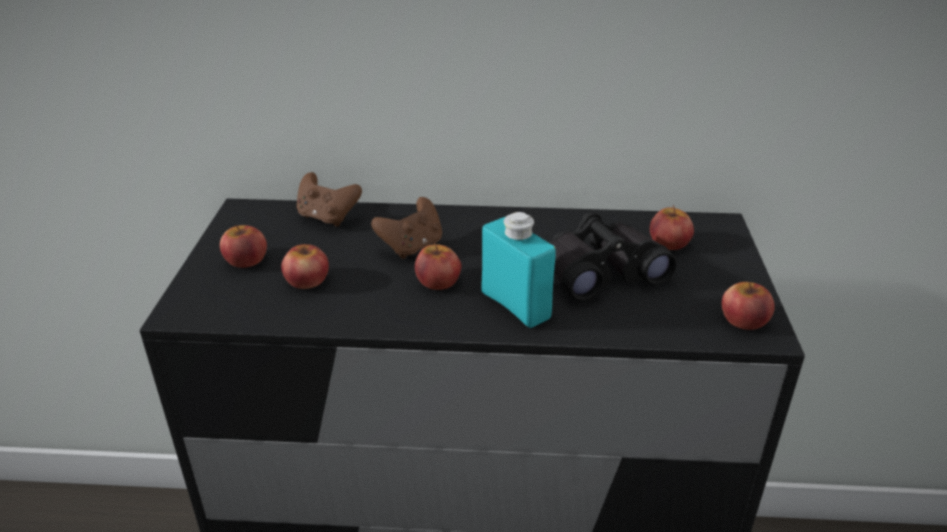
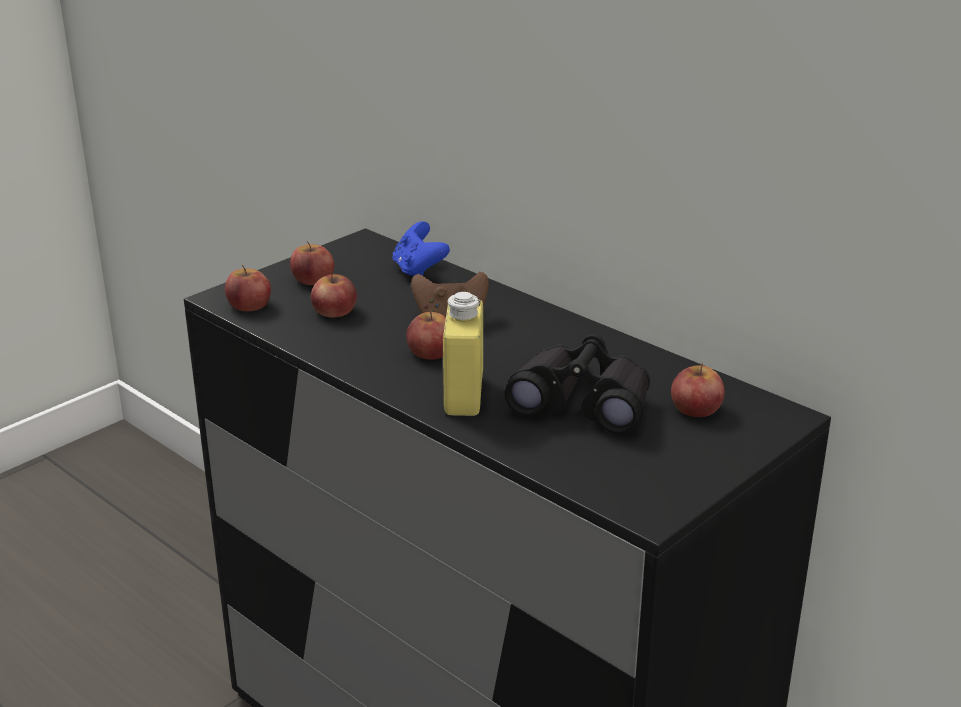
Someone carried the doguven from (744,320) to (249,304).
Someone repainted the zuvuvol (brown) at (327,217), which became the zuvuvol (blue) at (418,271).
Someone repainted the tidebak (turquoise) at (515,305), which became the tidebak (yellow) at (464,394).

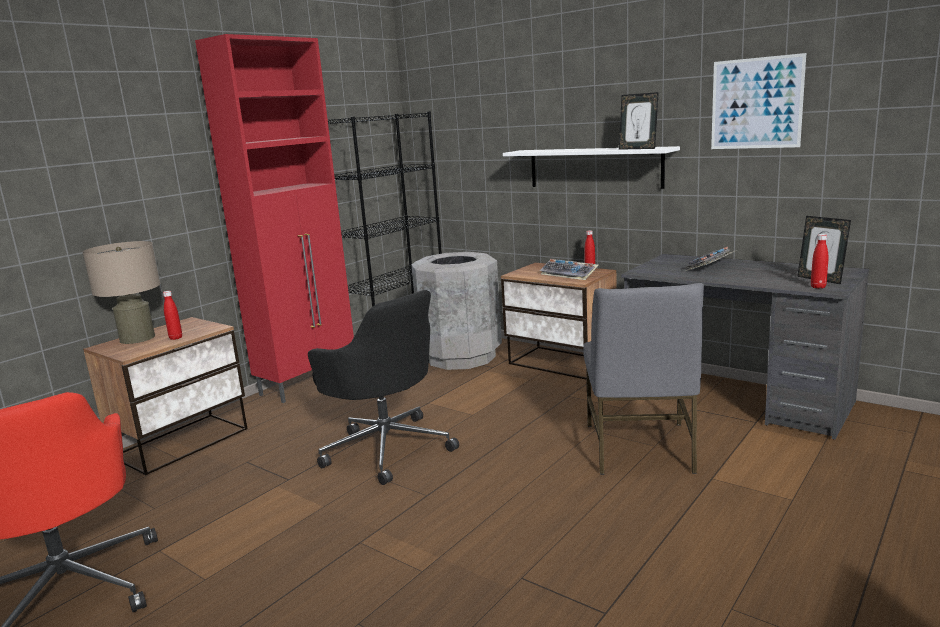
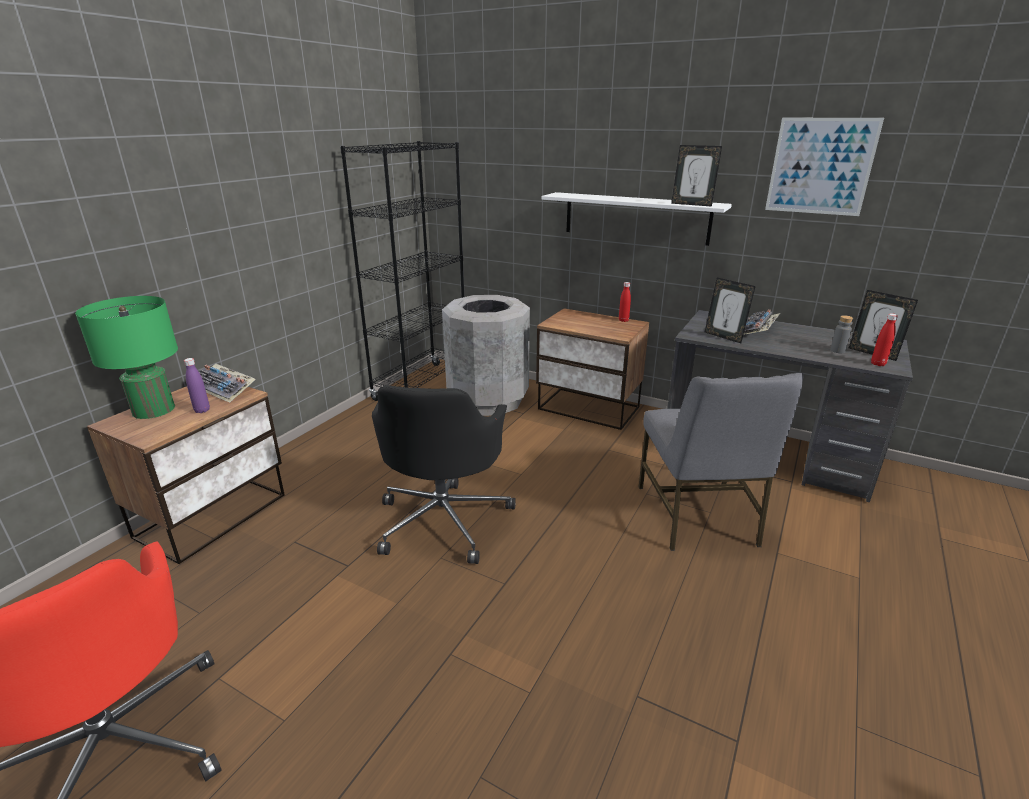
Someone repainted the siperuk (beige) at (137,338), which became the siperuk (green) at (153,410).
Someone repainted the tidebak (red) at (176,338), which became the tidebak (purple) at (202,410).
Someone carried the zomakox from (570,274) to (224,388).
Someone rotated the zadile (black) at (387,448) by 60 degrees clockwise.
Someone put down the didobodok at (724,337).
Someone put down the tidebak (grey) at (837,351).
Someone took away the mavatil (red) at (309,383).

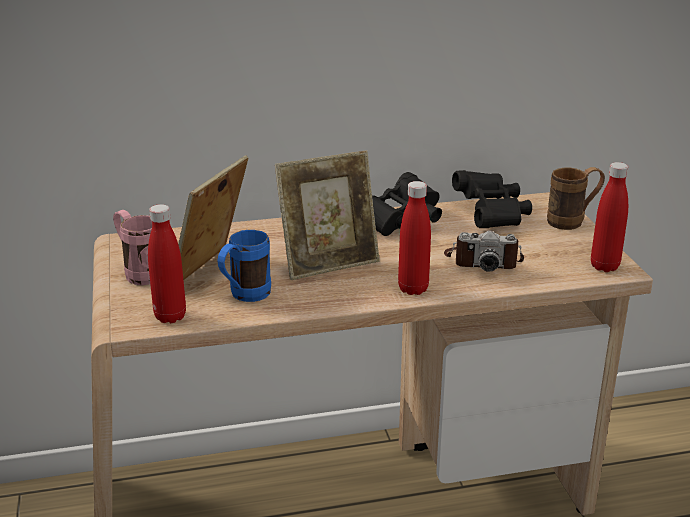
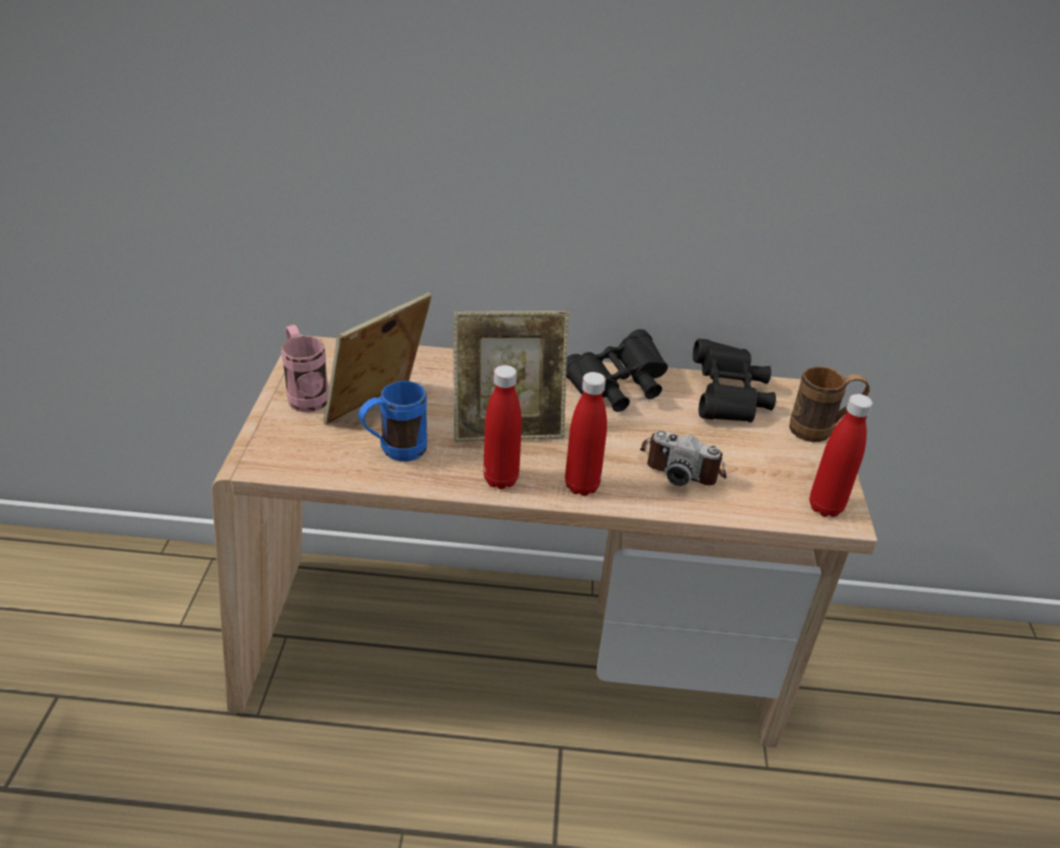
Someone carried the tidebak (red) from (170,316) to (501,479).

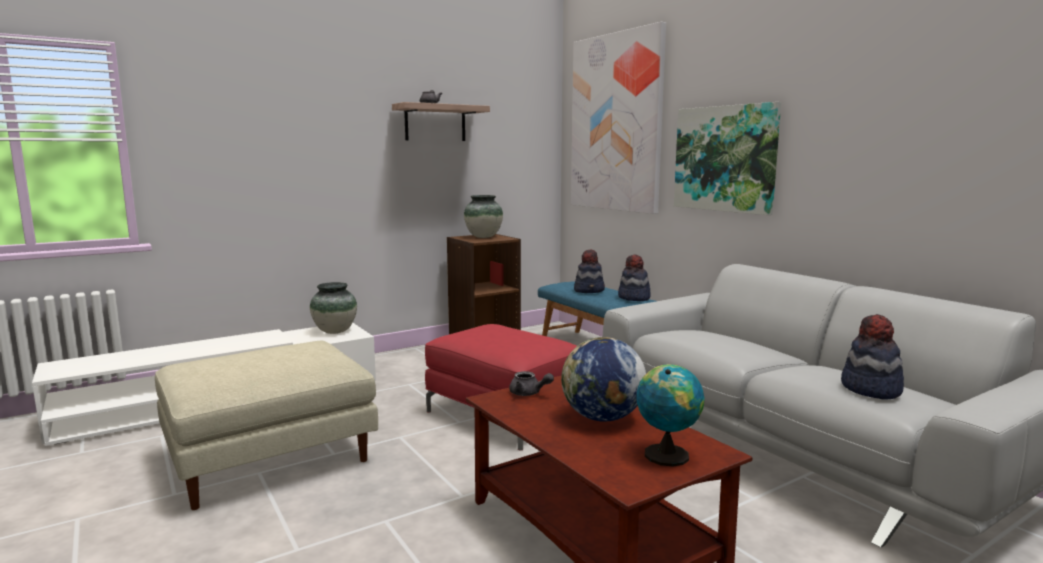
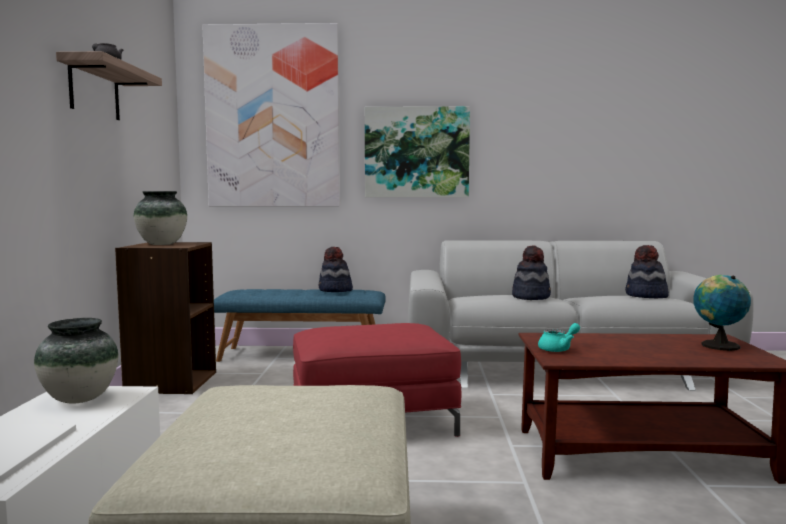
Someone carried the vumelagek from (589,290) to (531,297).
Someone repainted the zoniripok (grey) at (528,393), which became the zoniripok (turquoise) at (558,349).
Someone took away the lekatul at (602,418).

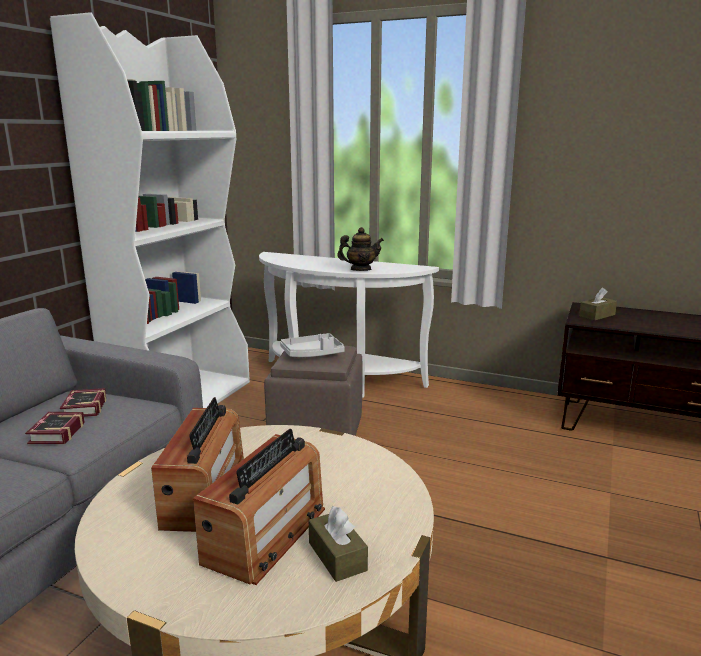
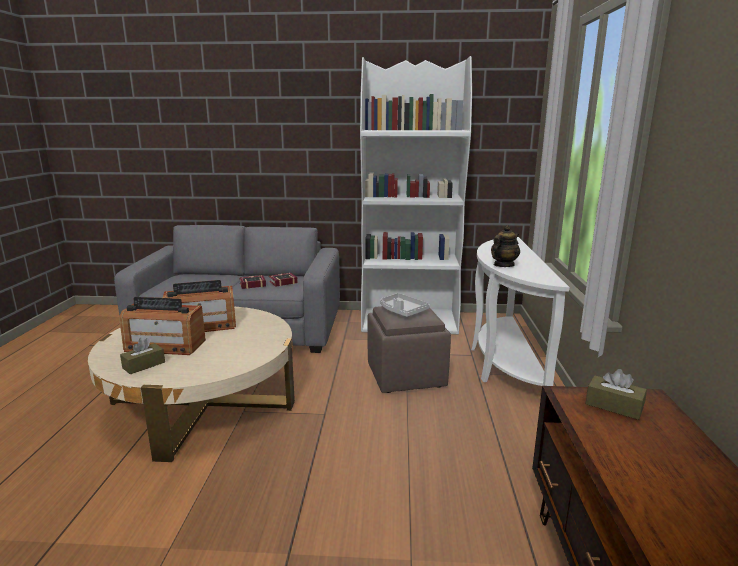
Someone rotated the zoniripok at (360,269) by 105 degrees counterclockwise.

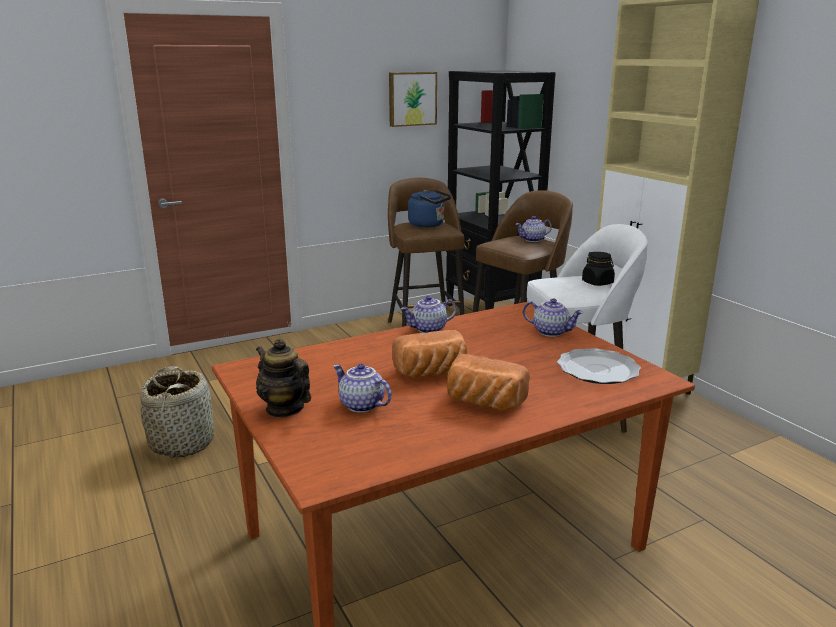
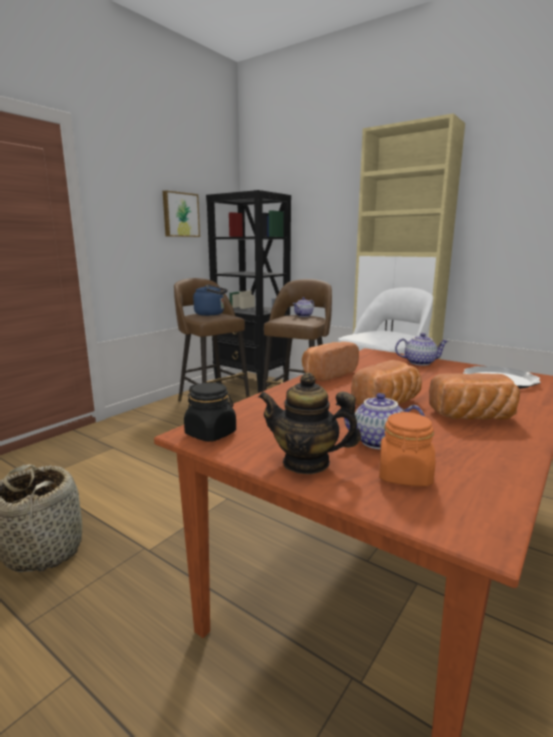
Someone carried the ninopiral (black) from (597,283) to (211,434).
Someone swapped the zoniripok at (429,329) for the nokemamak at (327,374).
Someone put down the ninopiral (orange) at (404,475).

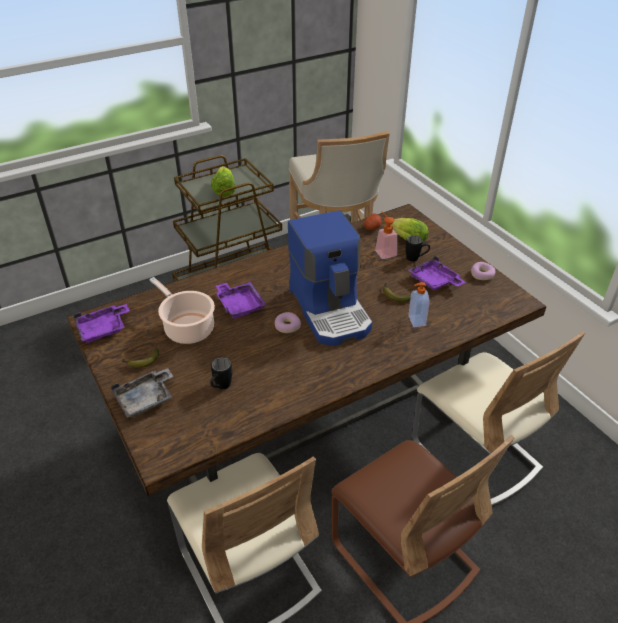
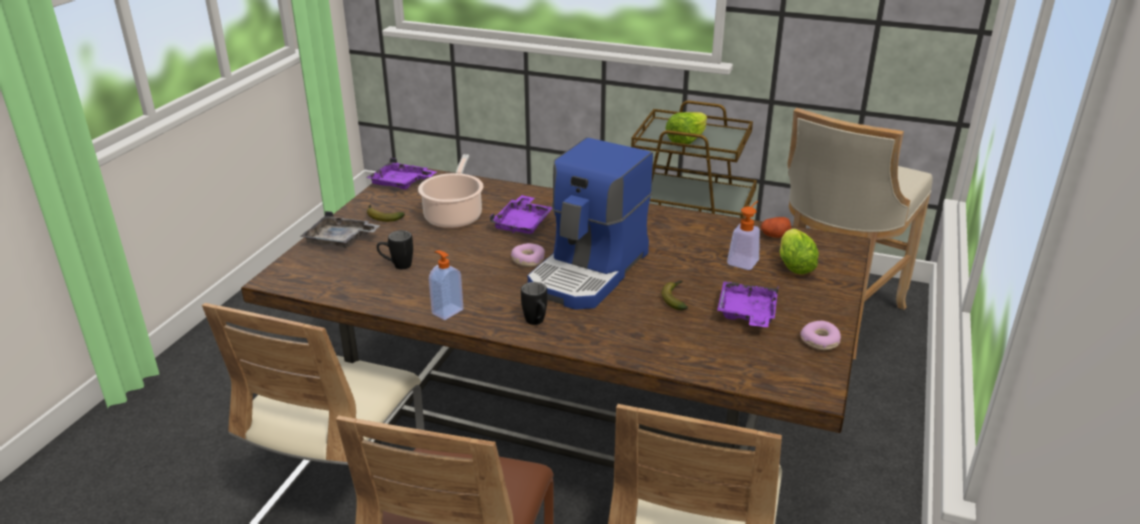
Someone carried the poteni from (416,321) to (447,311).
Someone carried the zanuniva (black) from (416,259) to (537,323).

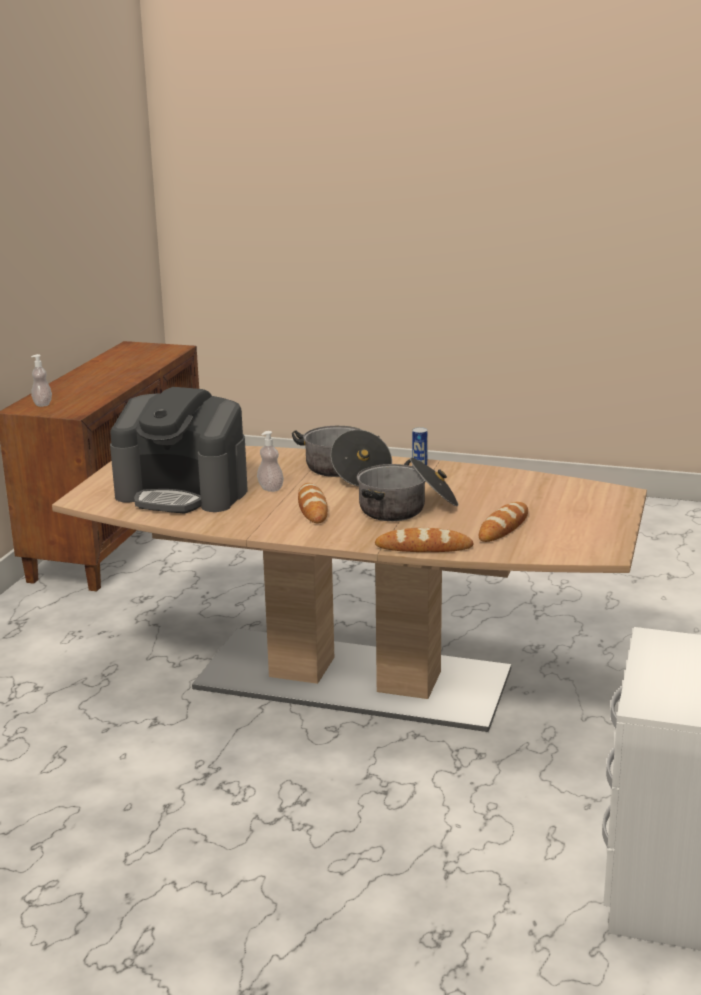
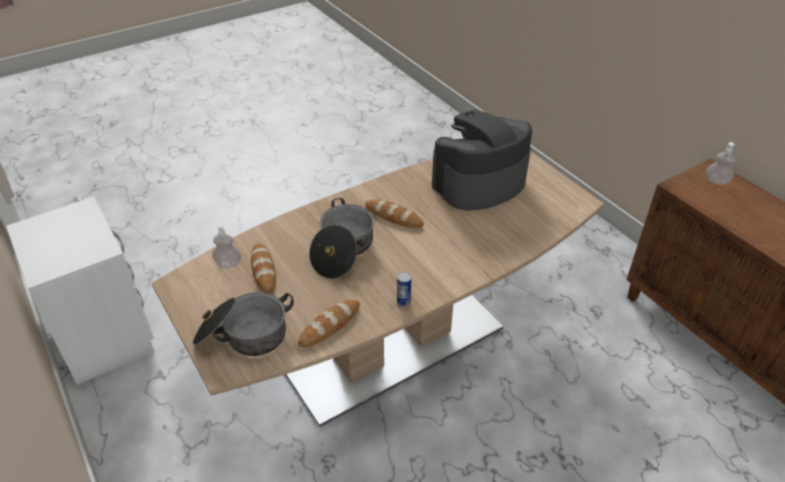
Someone carried the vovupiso from (344,472) to (243,336).
Someone carried the poteni from (270,488) to (228,263).
Someone carried the nokemamak from (424,547) to (330,325).

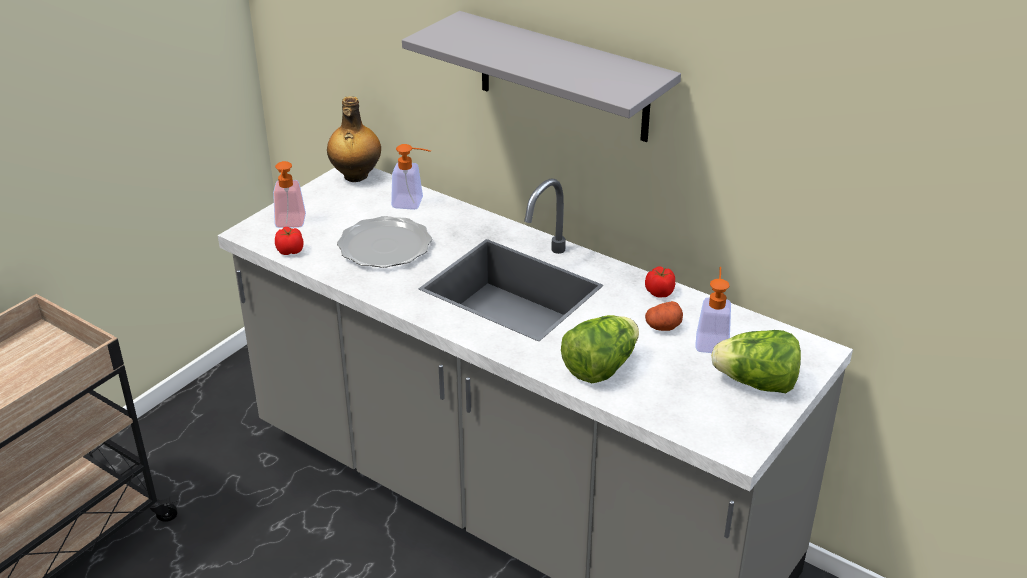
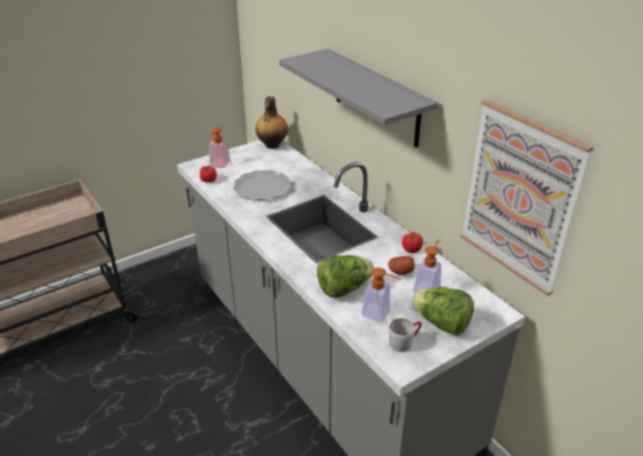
Someone carried the poteni from (413,203) to (381,314).
Someone put down the zanuniva (grey) at (404,341).
Someone put up the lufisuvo at (520,197).

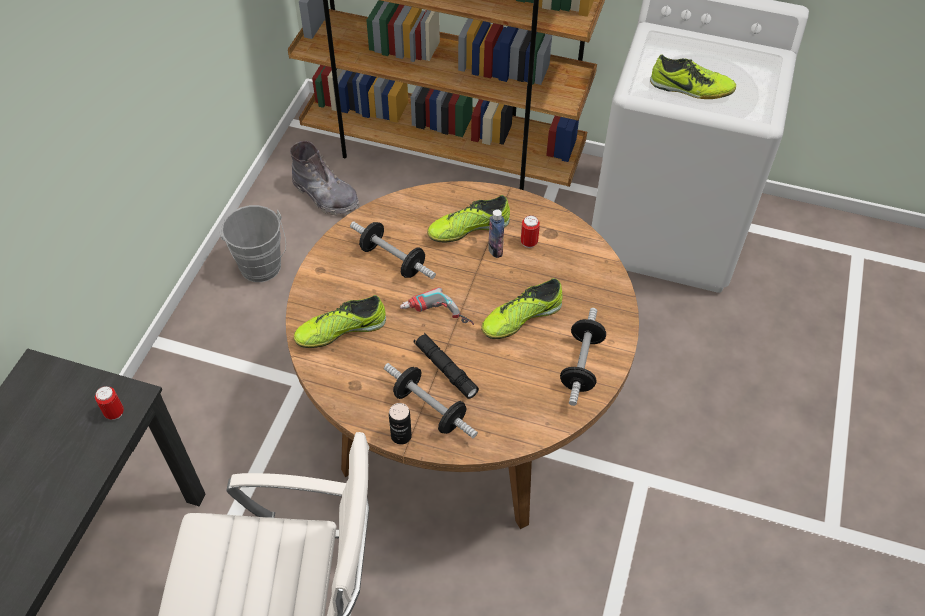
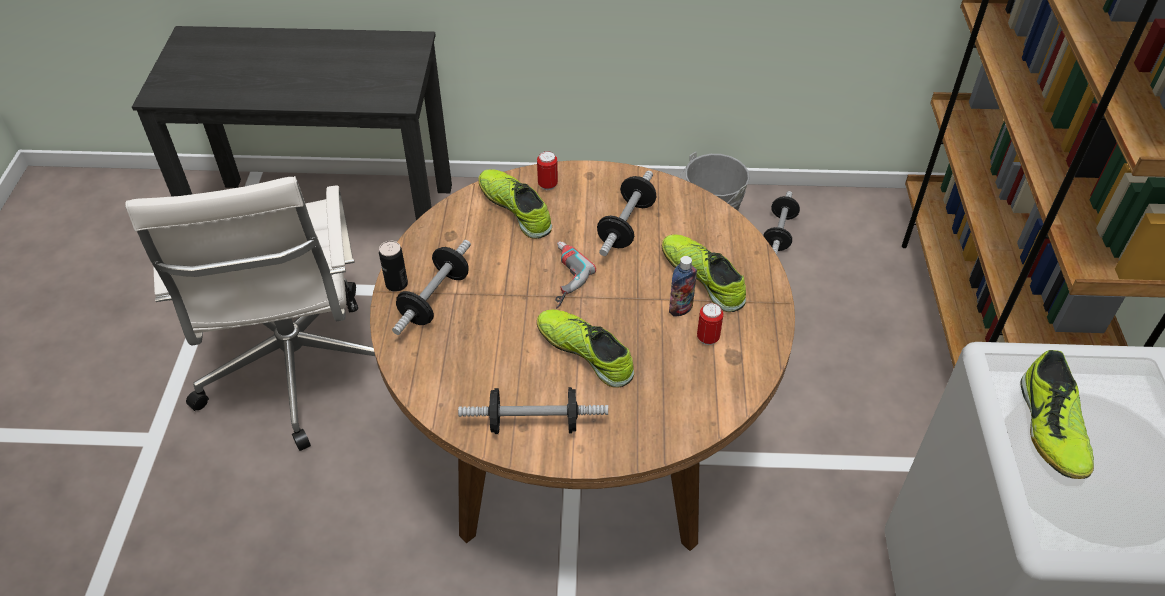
Someone carried the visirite from (114,413) to (547,185).
Someone put down the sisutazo at (779,233).
Someone took away the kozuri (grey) at (325,196).
Someone took away the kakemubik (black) at (445,369).

